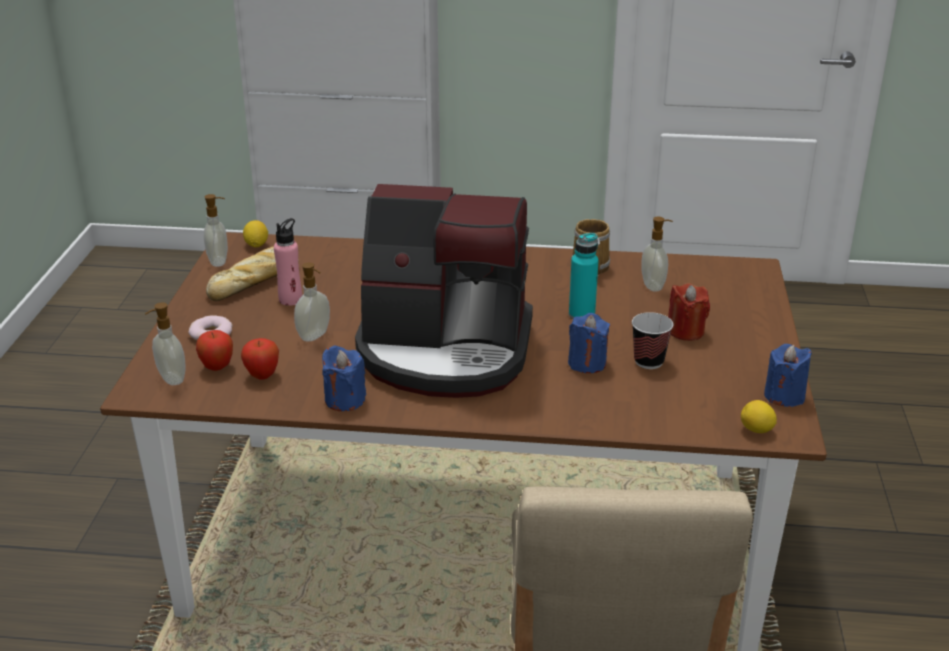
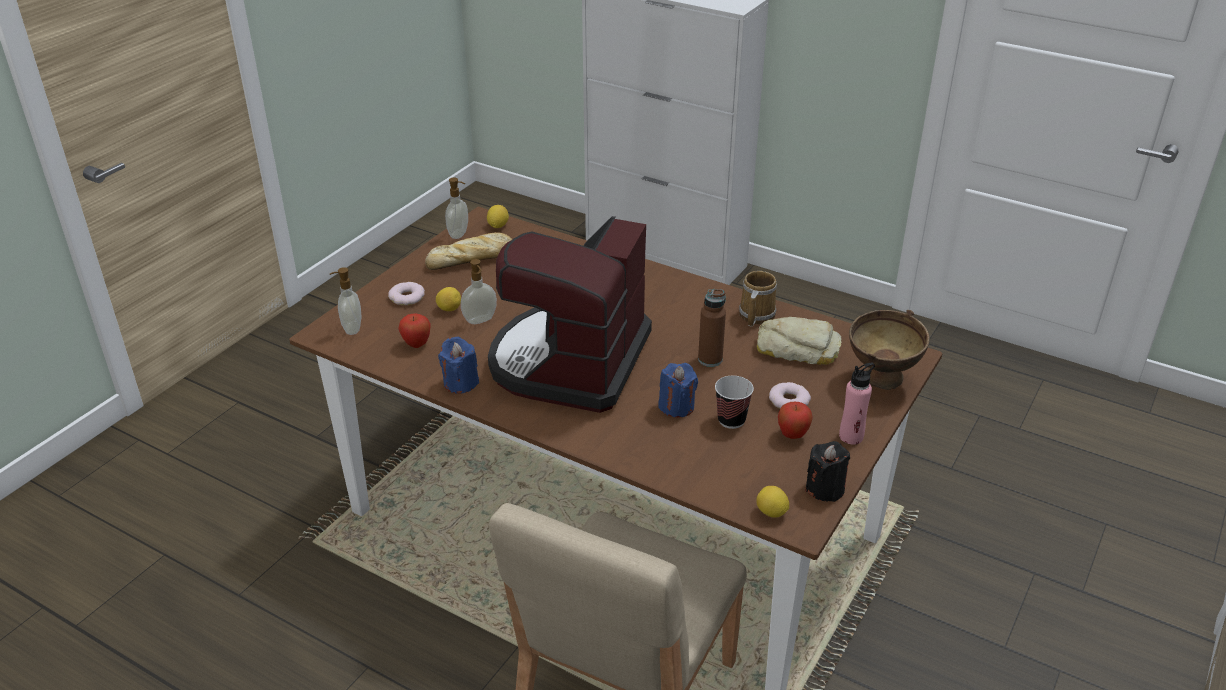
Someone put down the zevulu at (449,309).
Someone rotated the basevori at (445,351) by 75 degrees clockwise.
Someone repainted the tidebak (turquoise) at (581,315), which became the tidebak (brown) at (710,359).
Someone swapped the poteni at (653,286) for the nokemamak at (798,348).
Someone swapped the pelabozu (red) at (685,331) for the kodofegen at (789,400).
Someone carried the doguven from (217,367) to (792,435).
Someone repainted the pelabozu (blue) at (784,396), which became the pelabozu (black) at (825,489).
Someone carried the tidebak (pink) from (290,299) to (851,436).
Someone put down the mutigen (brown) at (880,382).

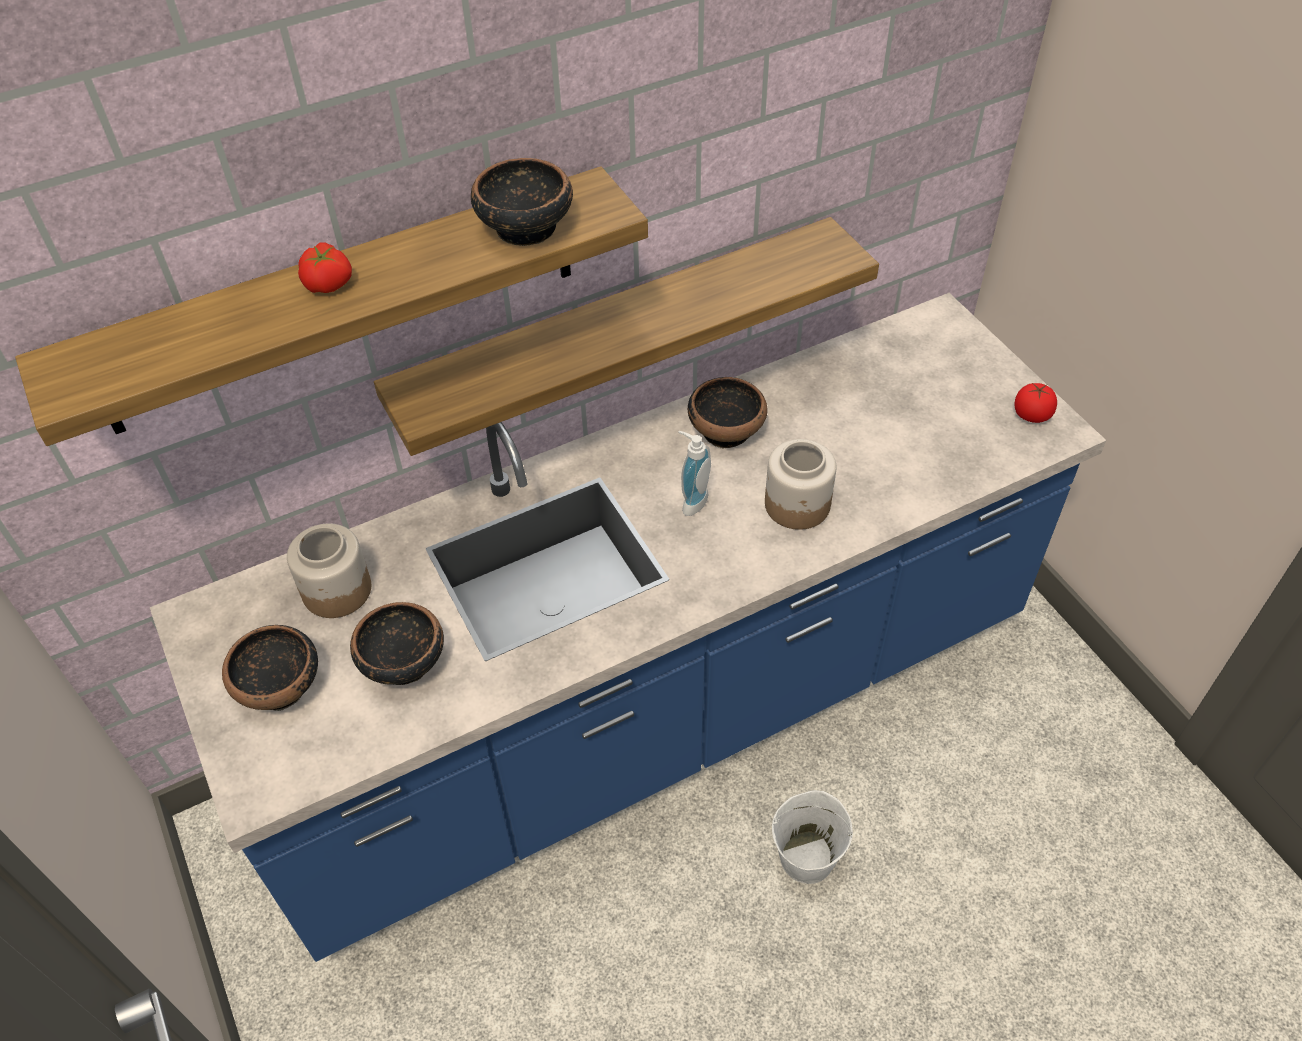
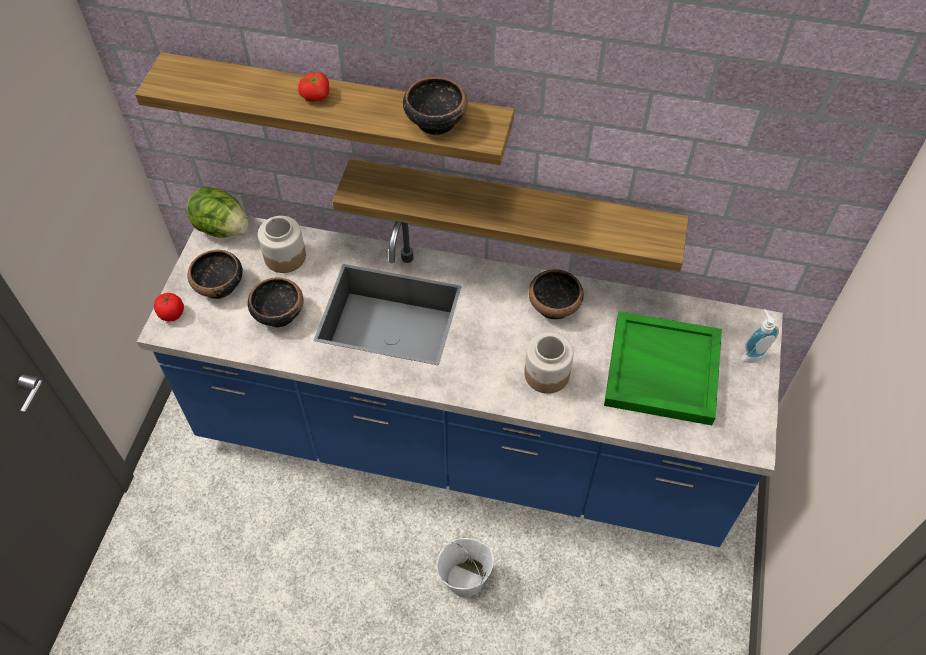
Someone carried the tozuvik from (1031,415) to (172,314).
Someone put down the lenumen at (222,228).
Someone put down the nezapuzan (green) at (661,371).
Someone carried the poteni from (691,501) to (752,354).

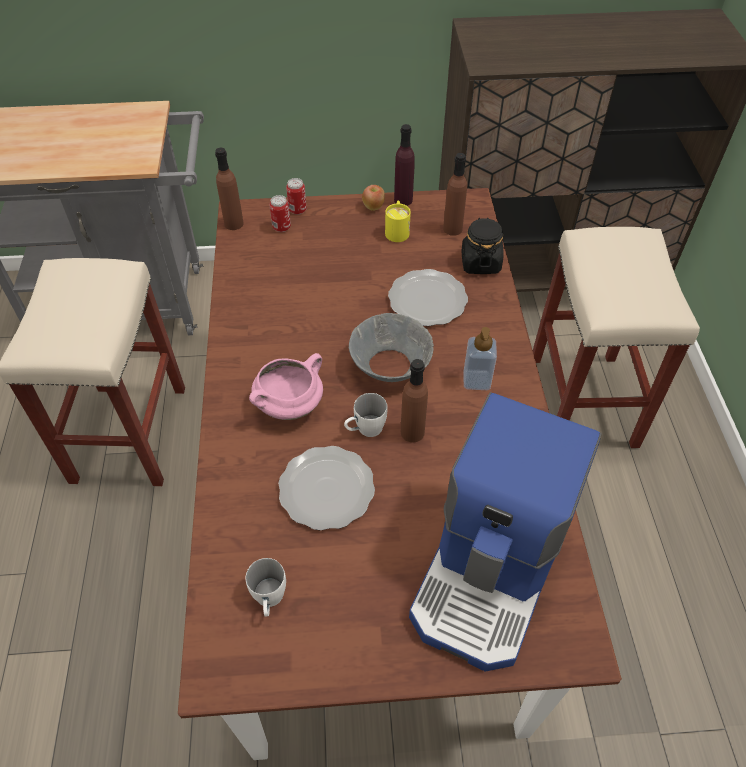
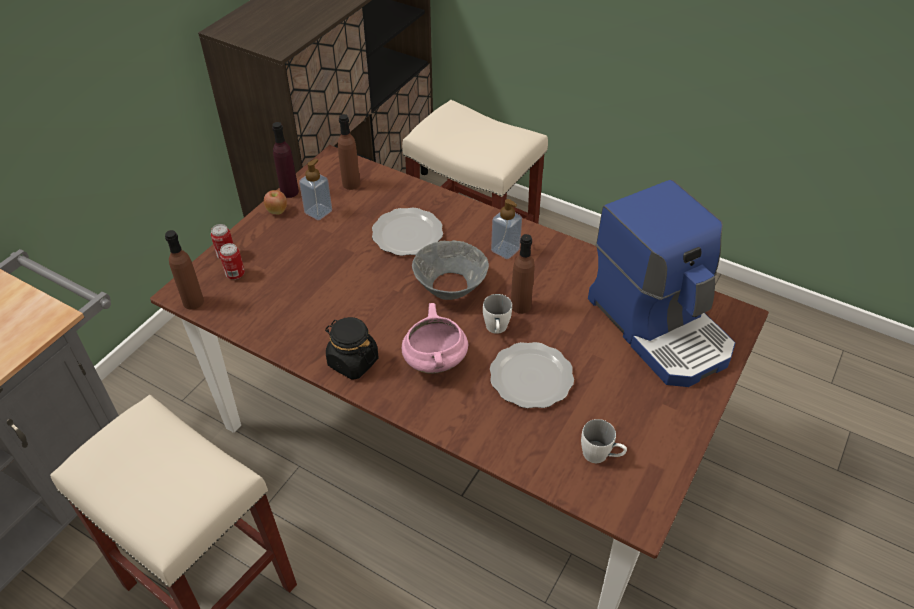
Someone swapped the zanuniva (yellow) at (397,230) for the poteni at (318,212).
Someone carried the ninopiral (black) from (480,263) to (352,362).

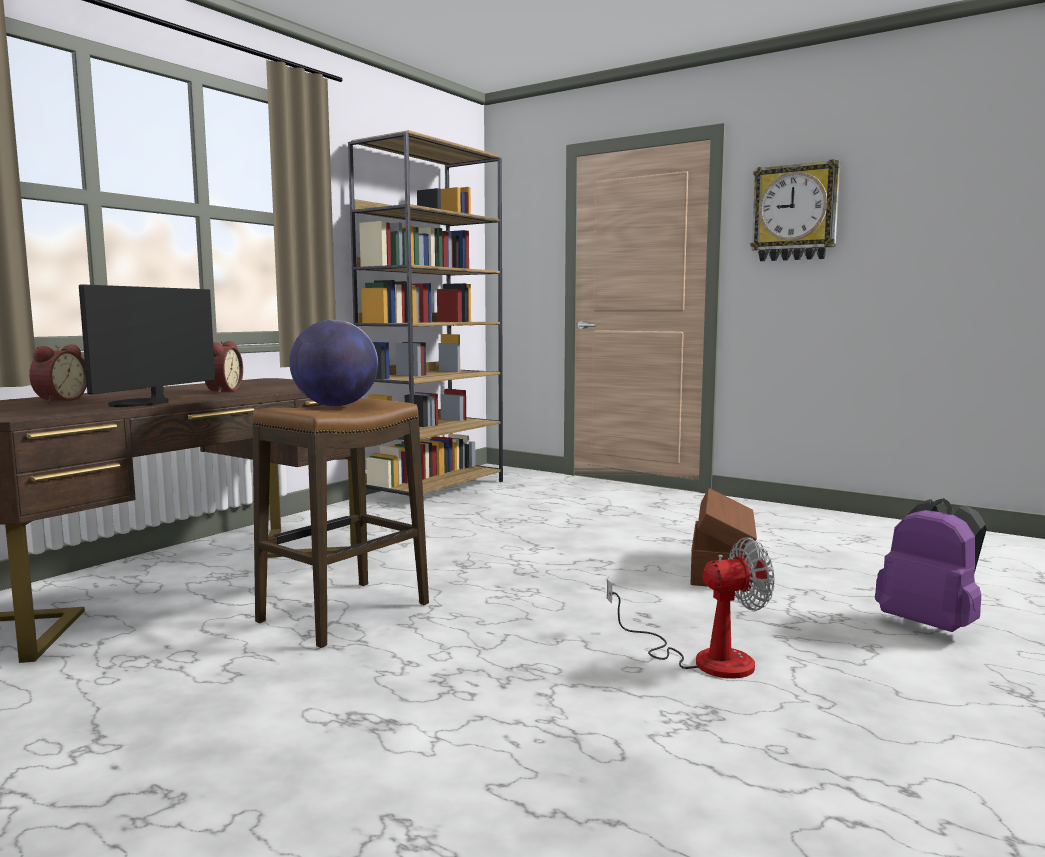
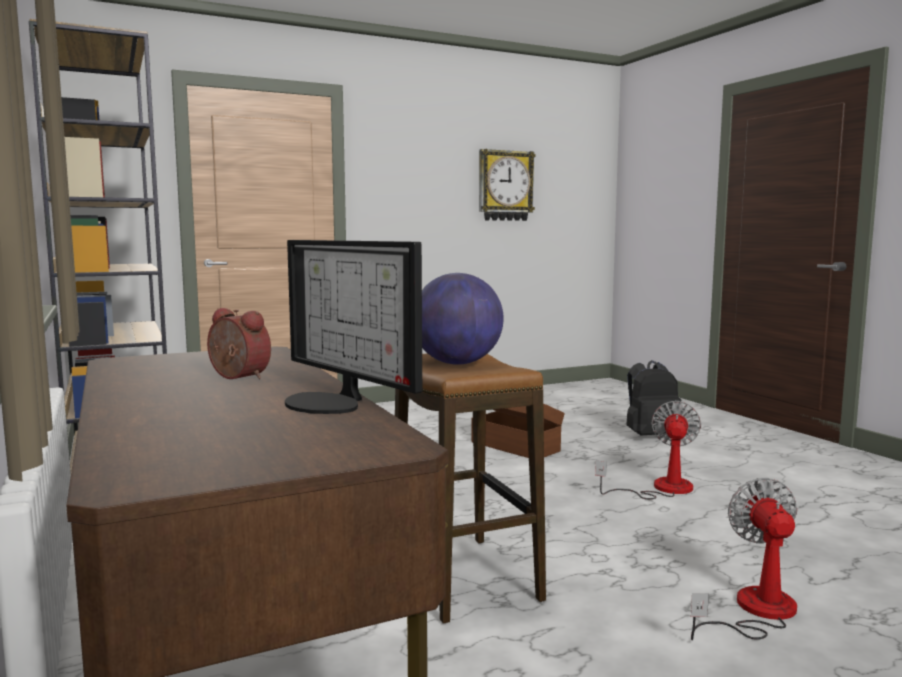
Someone carried the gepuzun from (795,213) to (505,186).
Someone repainted the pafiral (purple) at (930,625), which became the pafiral (black) at (651,436).
Someone put down the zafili at (754,612).
Someone took away the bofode at (58,400).

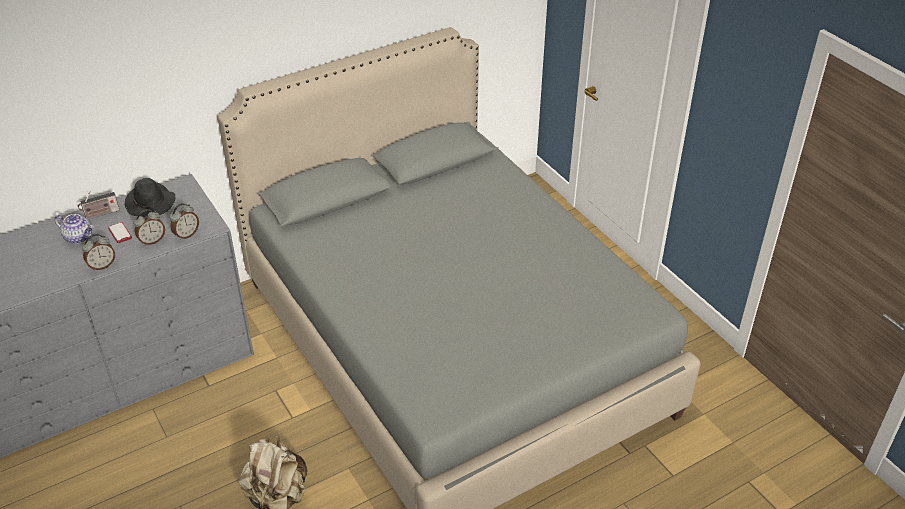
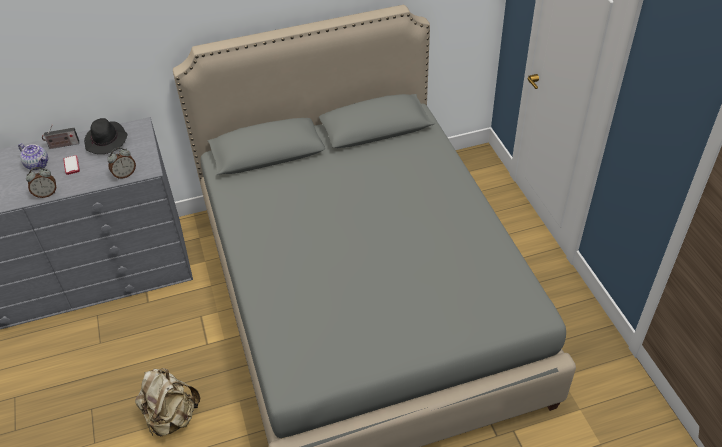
Someone took away the bofode at (152,240).

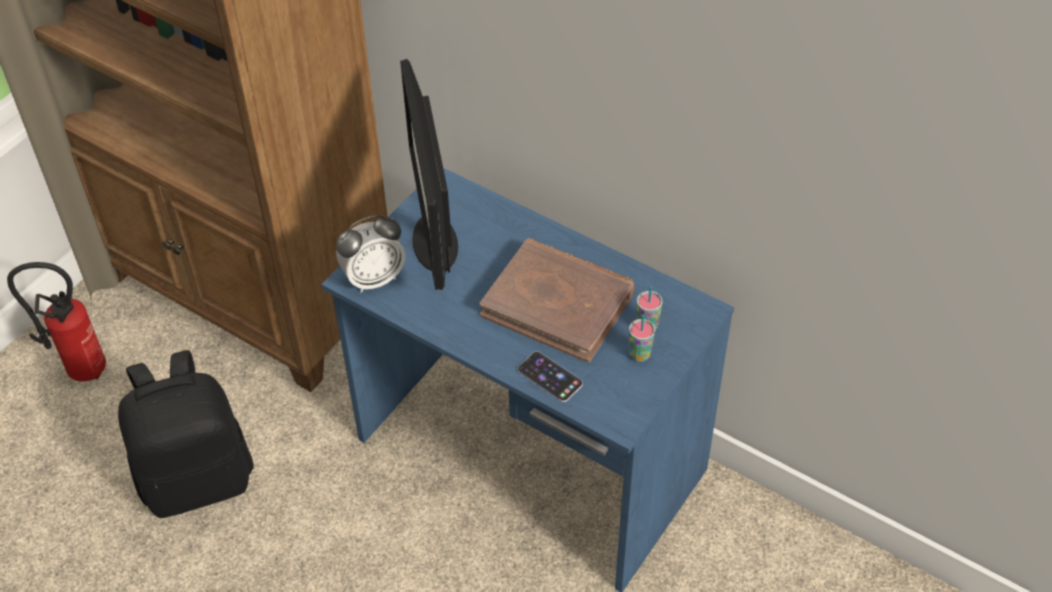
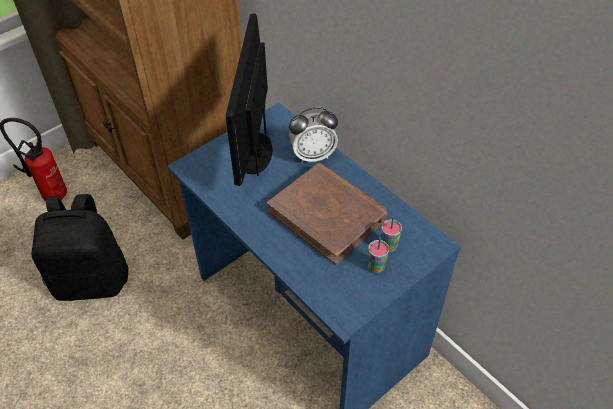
Someone carried the bofode from (374,278) to (313,155).
Someone took away the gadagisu at (550,377).

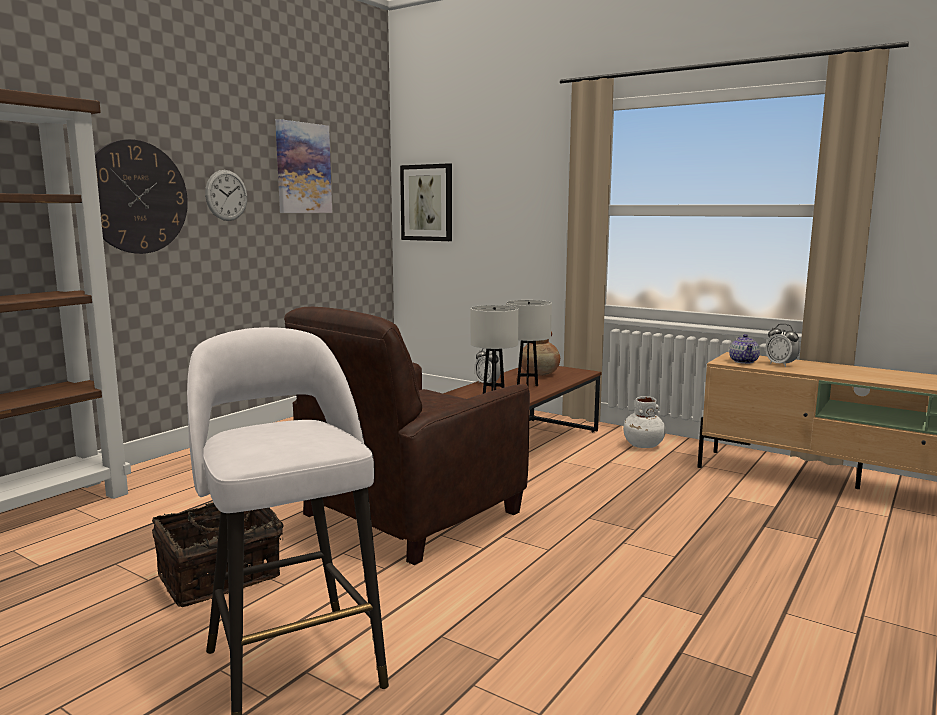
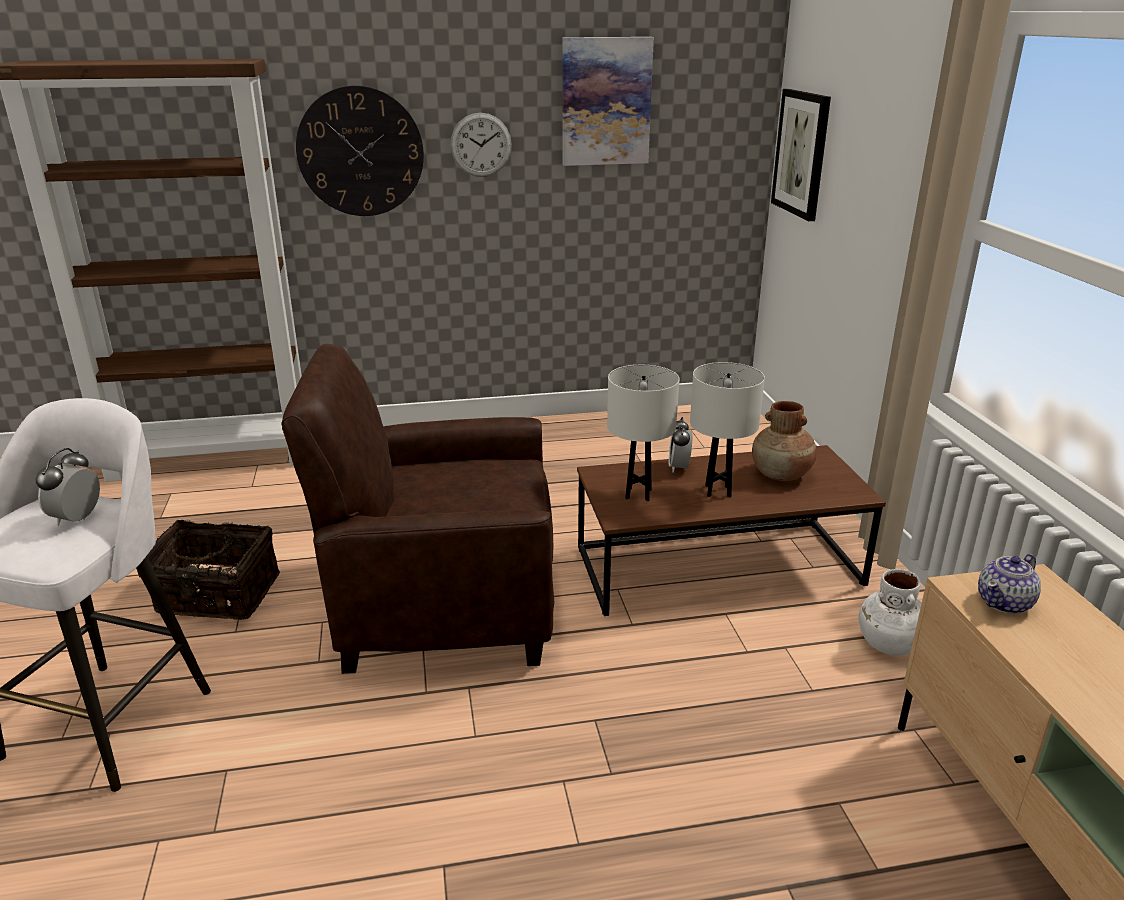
Someone carried the bofode from (780,364) to (77,519).

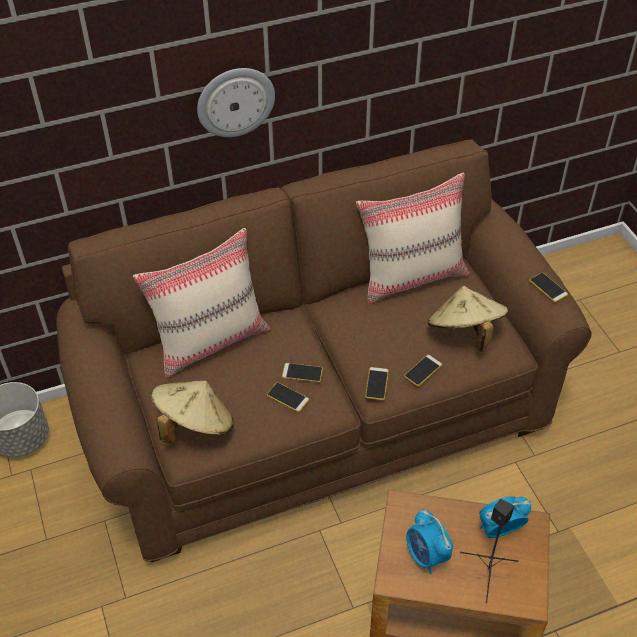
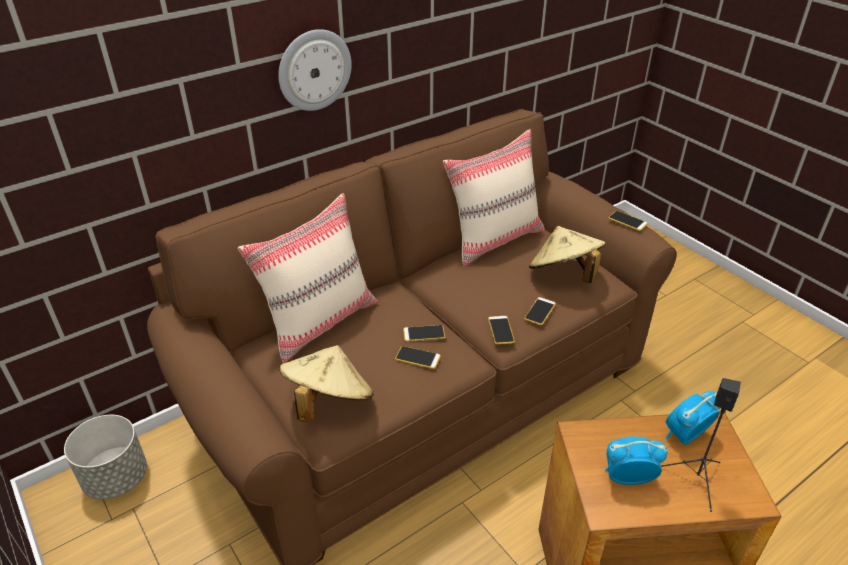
Someone rotated the bofode at (426,556) by 135 degrees clockwise.

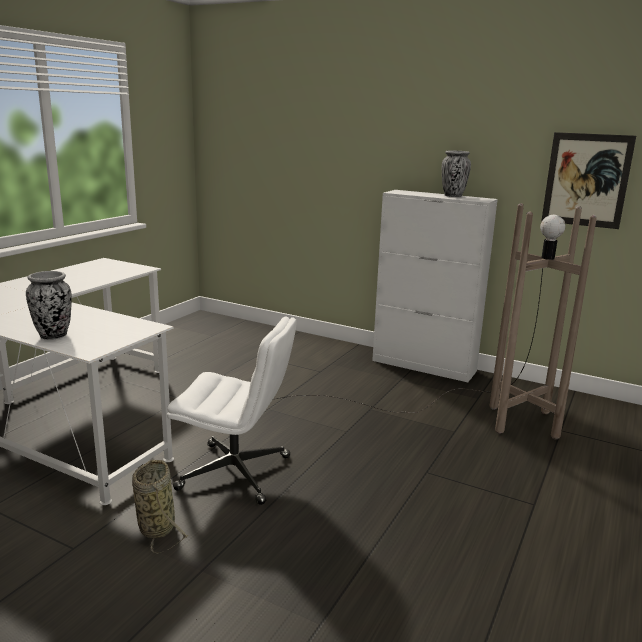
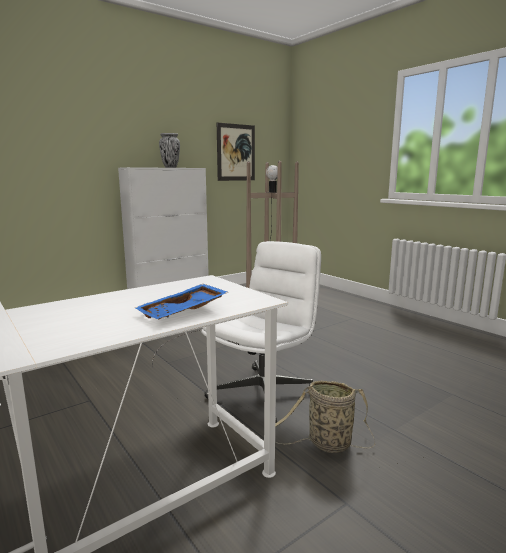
Someone swapped the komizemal at (54,336) for the nezapuzan (blue) at (183,312).

